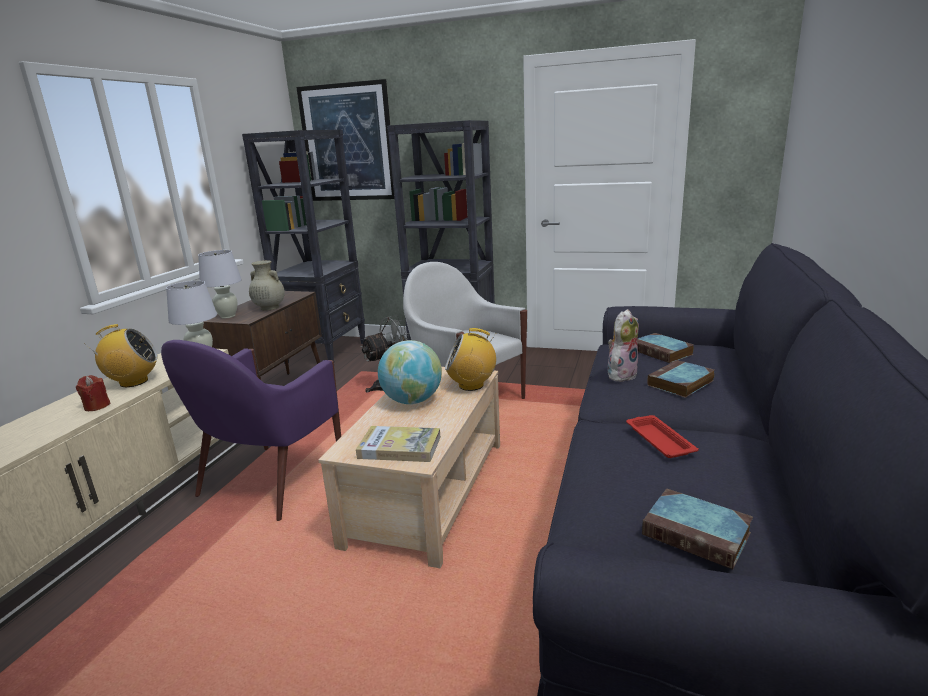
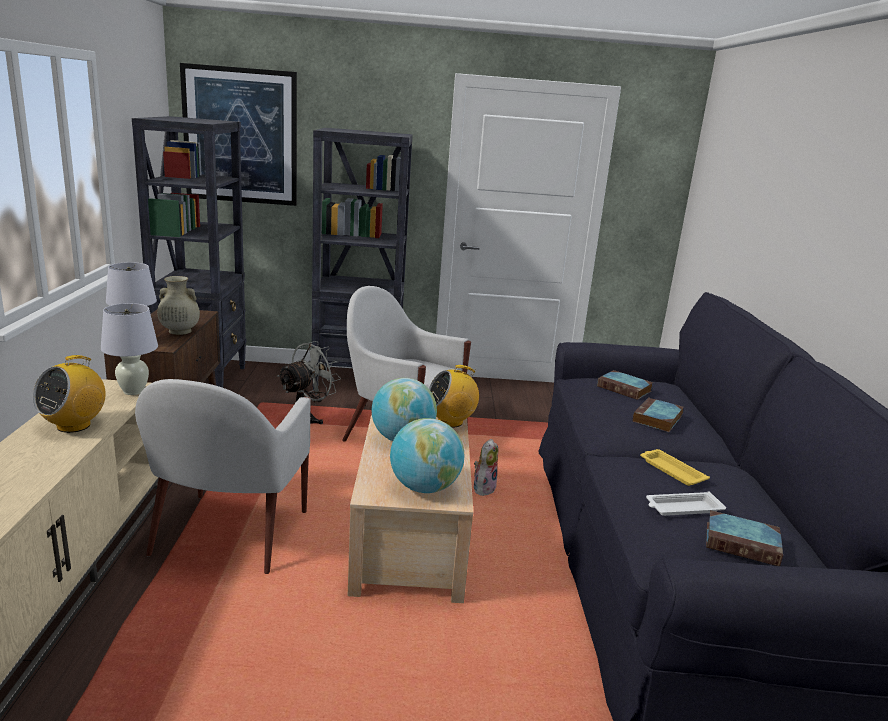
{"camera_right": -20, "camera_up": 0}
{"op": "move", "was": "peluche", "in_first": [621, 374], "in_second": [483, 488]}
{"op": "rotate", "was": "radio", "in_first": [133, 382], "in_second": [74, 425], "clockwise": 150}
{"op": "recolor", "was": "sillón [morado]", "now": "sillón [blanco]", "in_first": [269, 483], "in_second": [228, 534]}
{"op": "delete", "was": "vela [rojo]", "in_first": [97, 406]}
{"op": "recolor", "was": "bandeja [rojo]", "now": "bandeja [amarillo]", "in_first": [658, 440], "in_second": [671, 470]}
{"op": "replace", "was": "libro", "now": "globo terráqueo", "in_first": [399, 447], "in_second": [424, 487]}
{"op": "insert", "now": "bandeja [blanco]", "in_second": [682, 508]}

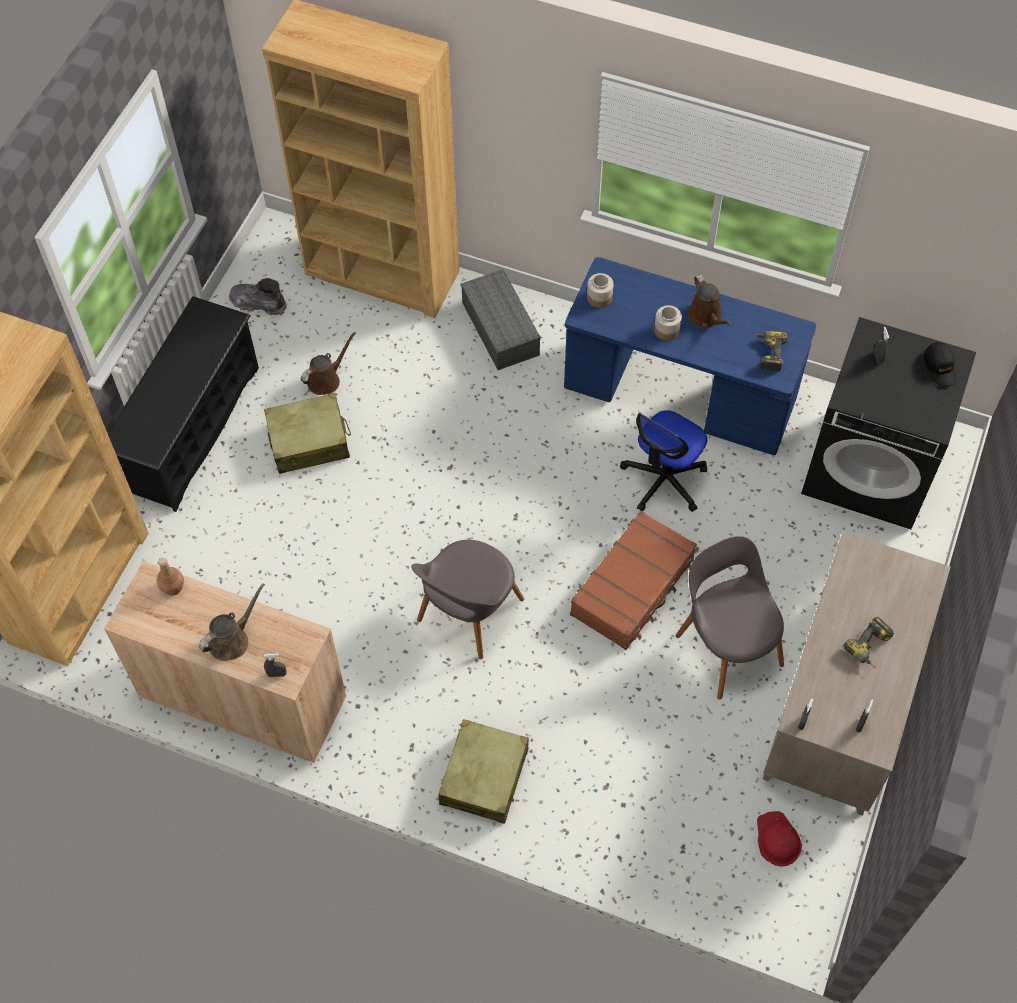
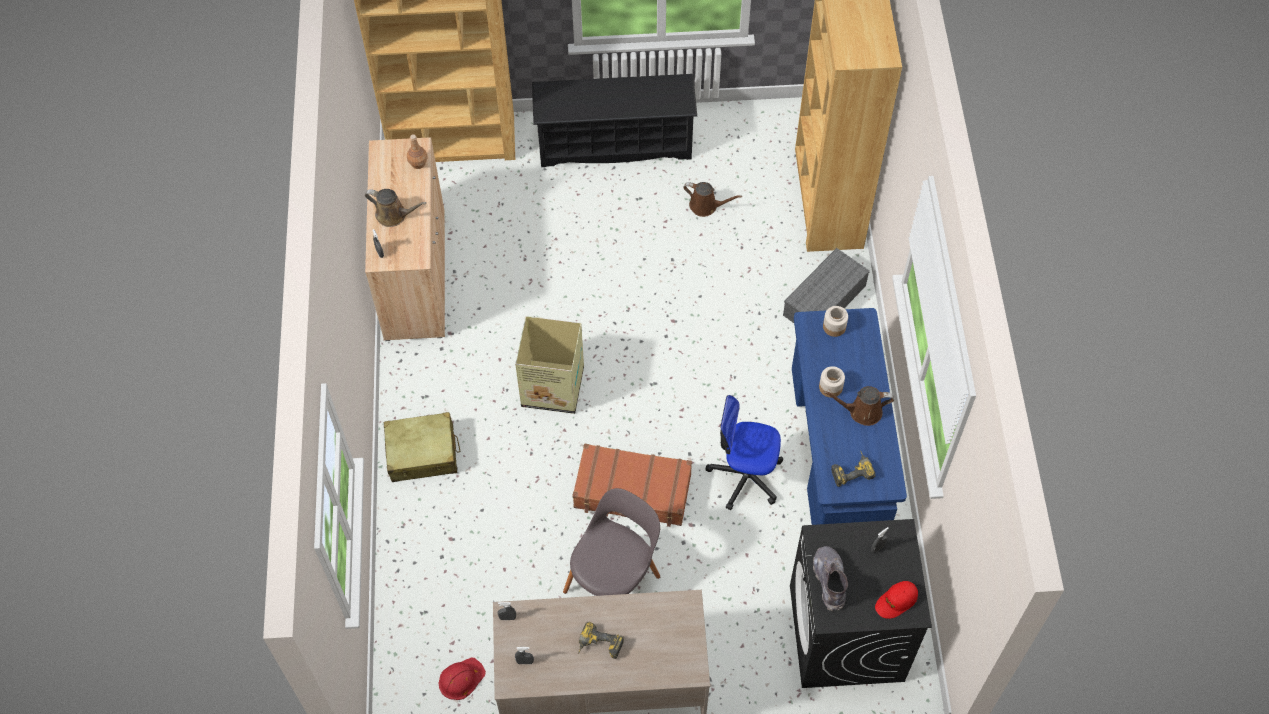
{"camera_right": 65, "camera_up": 0}
{"op": "rotate", "was": "regadera [marrón]", "in_first": [706, 317], "in_second": [861, 411], "clockwise": 45}
{"op": "move", "was": "bota [gris]", "in_first": [258, 304], "in_second": [829, 580]}
{"op": "recolor", "was": "gorra [negro]", "now": "gorra [rojo]", "in_first": [939, 367], "in_second": [896, 601]}
{"op": "delete", "was": "maleta [beis]", "in_first": [309, 441]}
{"op": "replace", "was": "silla [gris]", "now": "caja de cartón", "in_first": [467, 613], "in_second": [551, 386]}

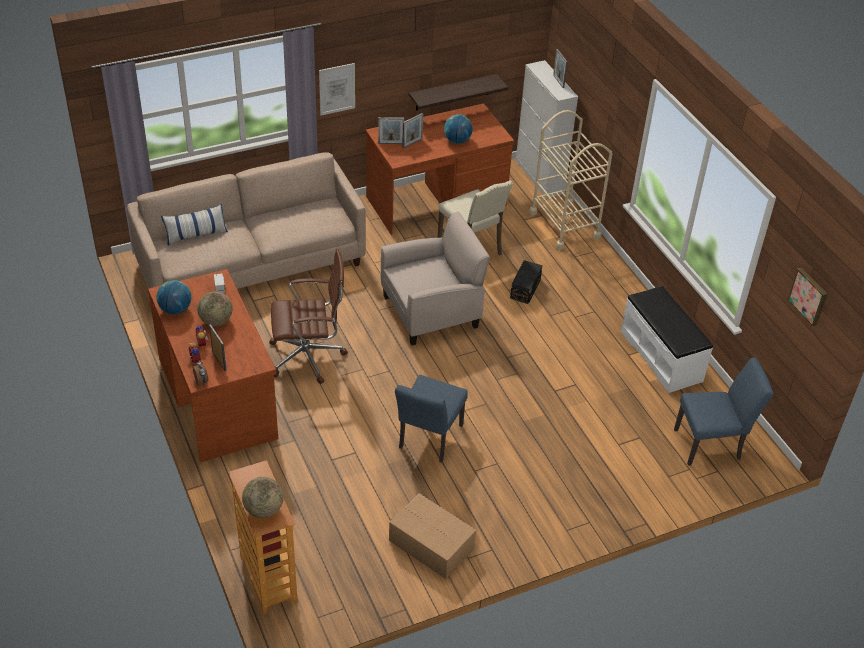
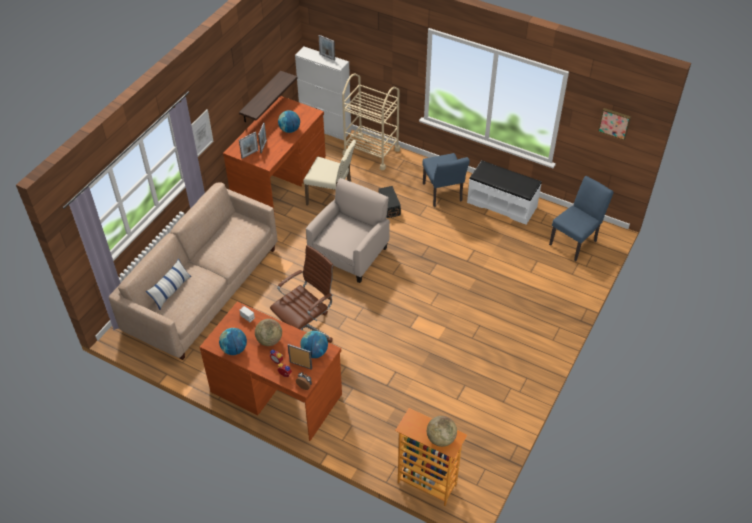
{"camera_right": -35, "camera_up": 5}
{"op": "move", "was": "silla [azul]", "in_first": [428, 440], "in_second": [443, 194]}
{"op": "delete", "was": "caja de cartón", "in_first": [432, 545]}
{"op": "insert", "now": "globo terráqueo", "in_second": [315, 352]}

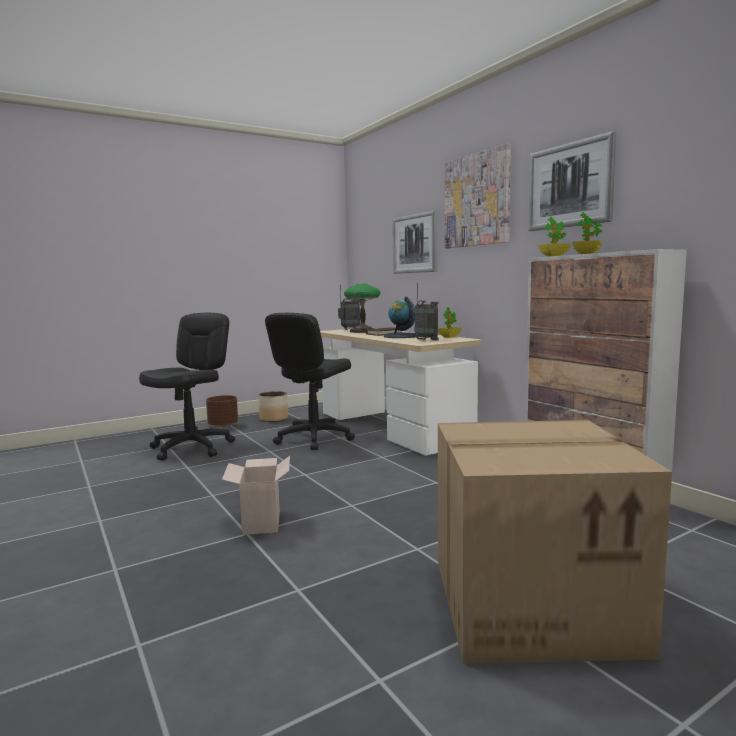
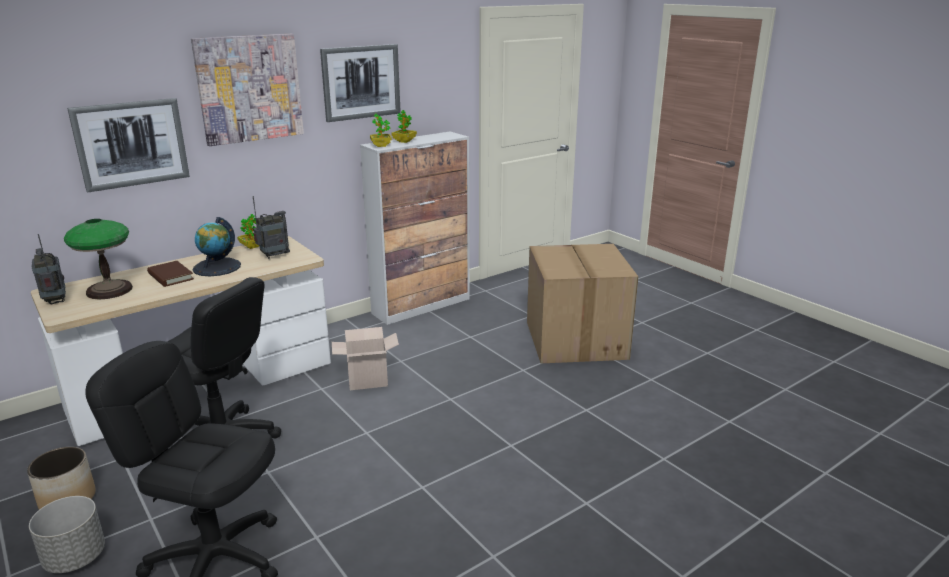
{"camera_right": -95, "camera_up": 15}
{"op": "recolor", "was": "maceta [marrón]", "now": "maceta [gris]", "in_first": [223, 426], "in_second": [75, 558]}
{"op": "move", "was": "caja de cartón", "in_first": [260, 522], "in_second": [366, 382]}

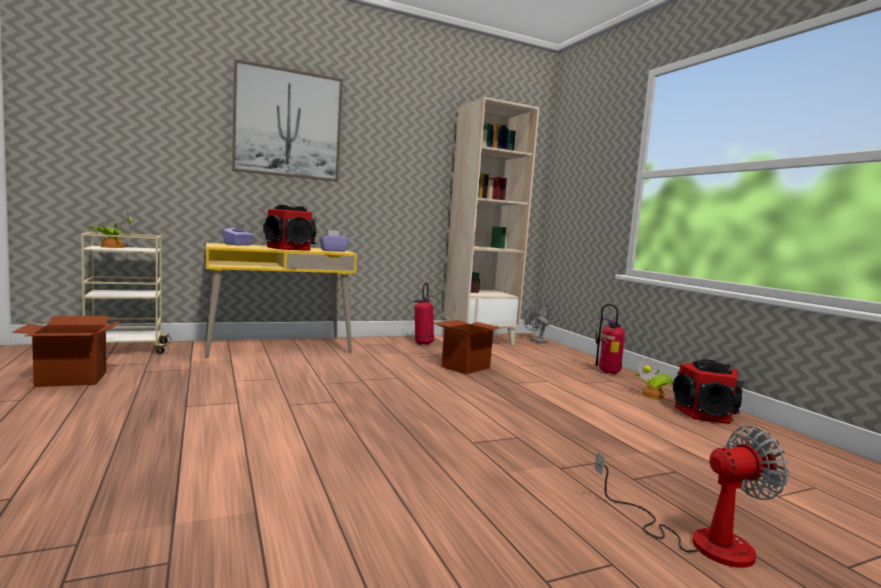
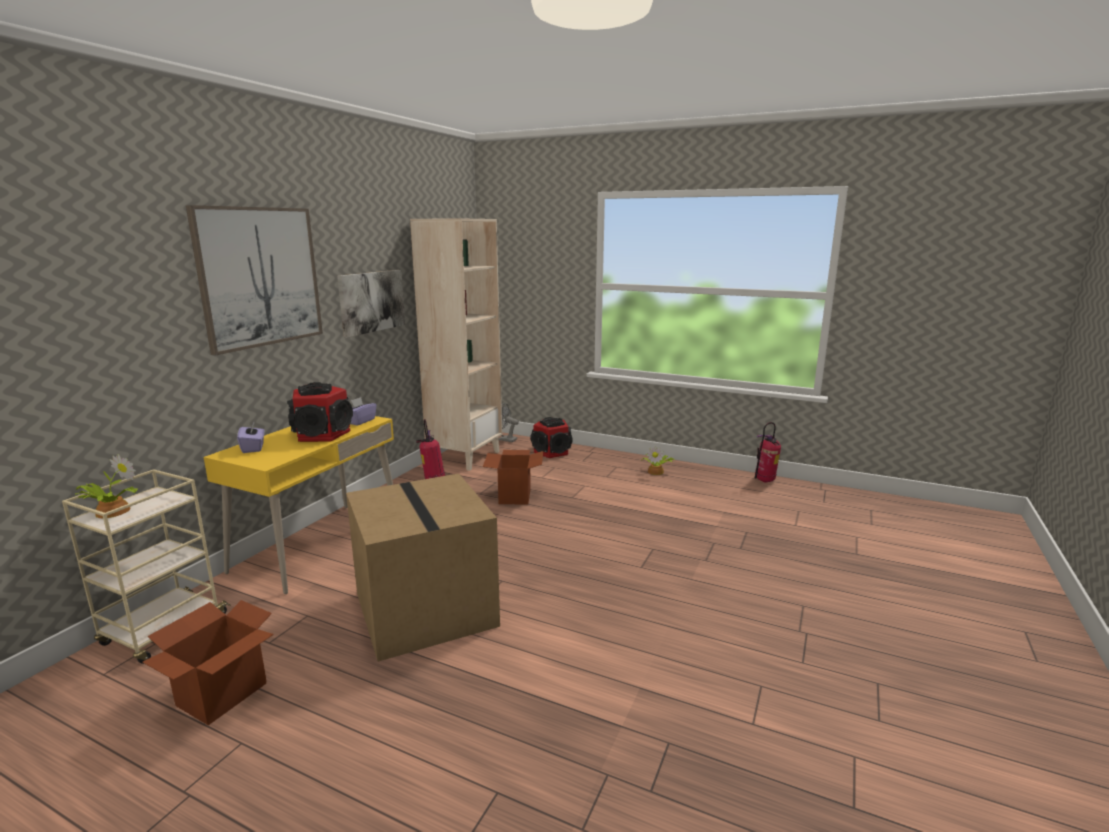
{"camera_right": -40, "camera_up": 10}
{"op": "move", "was": "extintor", "in_first": [607, 372], "in_second": [764, 481]}
{"op": "move", "was": "altavoz", "in_first": [705, 413], "in_second": [552, 452]}
{"op": "delete", "was": "ventilador", "in_first": [698, 540]}
{"op": "insert", "now": "cuadro", "in_second": [371, 301]}
{"op": "insert", "now": "caja de cartón", "in_second": [423, 609]}

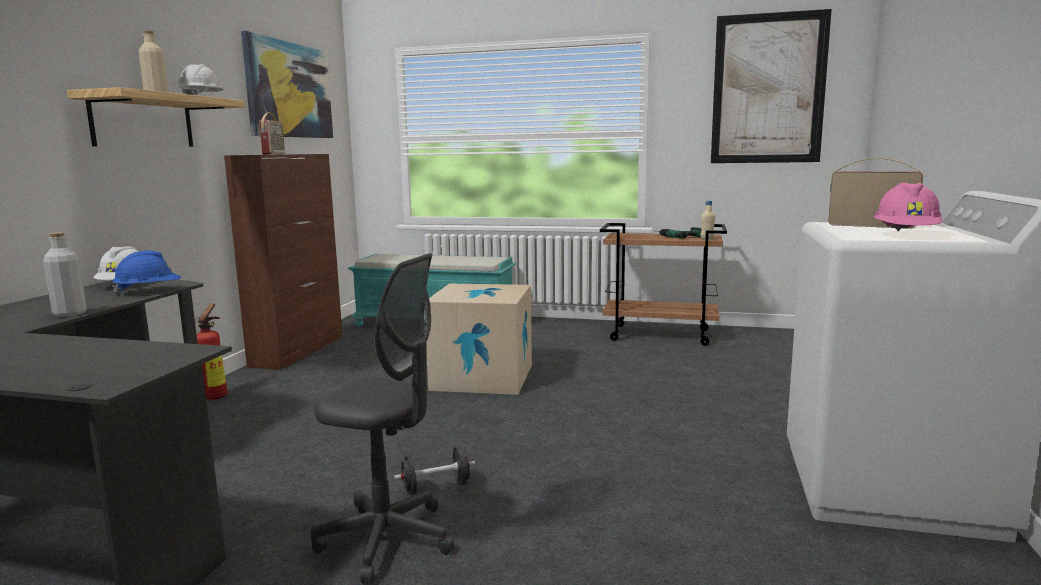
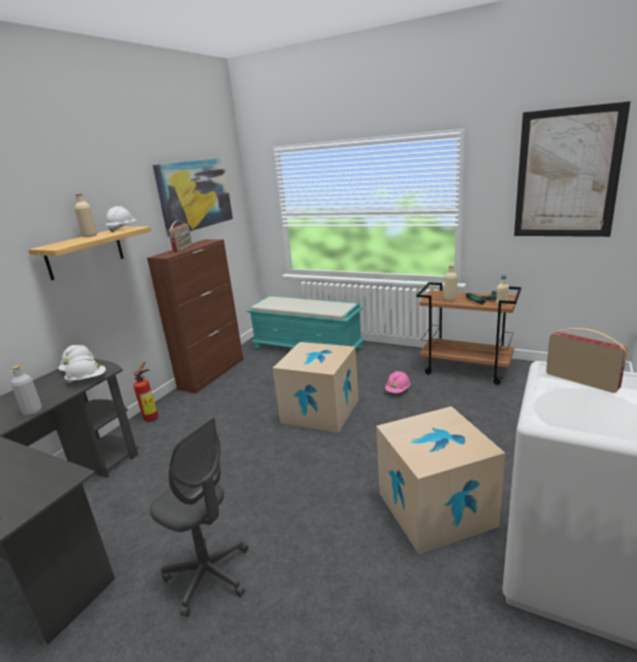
{"camera_right": 15, "camera_up": 10}
{"op": "move", "was": "casco [rosa]", "in_first": [906, 235], "in_second": [398, 390]}
{"op": "recolor", "was": "casco [azul]", "now": "casco [blanco]", "in_first": [149, 291], "in_second": [87, 380]}
{"op": "delete", "was": "mancuerna [negro]", "in_first": [436, 487]}
{"op": "insert", "now": "botella [beis]", "in_second": [450, 299]}
{"op": "insert", "now": "caja de cartón", "in_second": [435, 509]}

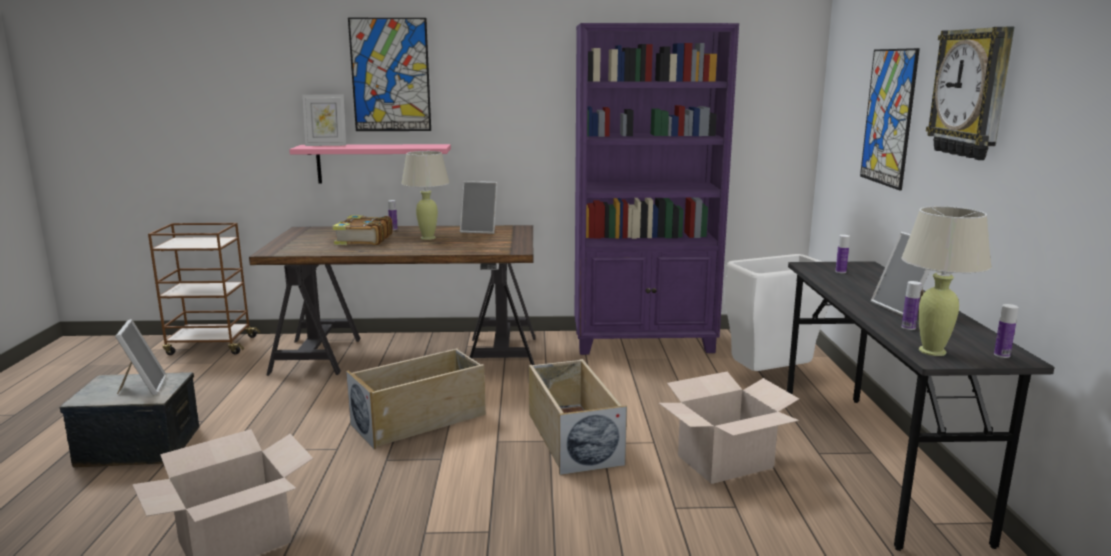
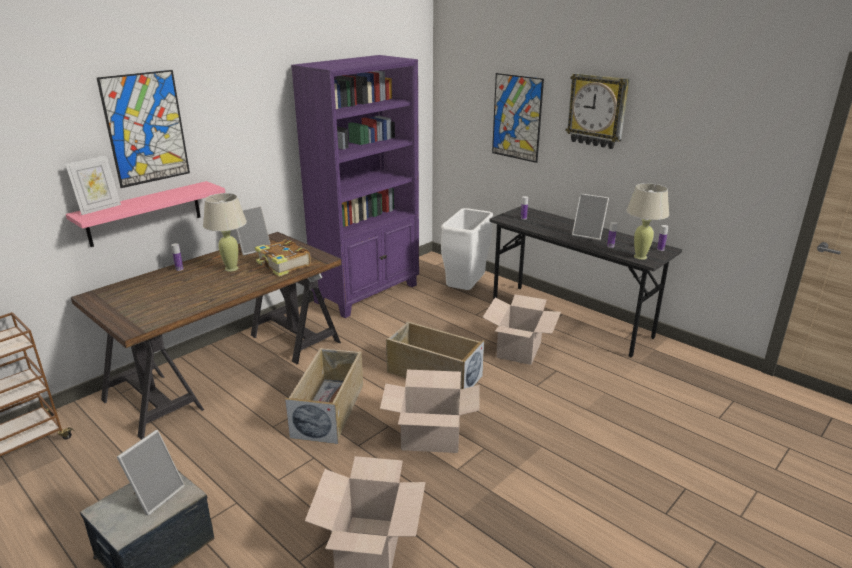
{"camera_right": -45, "camera_up": 10}
{"op": "move", "was": "libro", "in_first": [363, 240], "in_second": [283, 265]}
{"op": "rotate", "was": "portarretratos", "in_first": [143, 387], "in_second": [156, 495], "clockwise": 90}
{"op": "insert", "now": "caja de cartón", "in_second": [431, 436]}

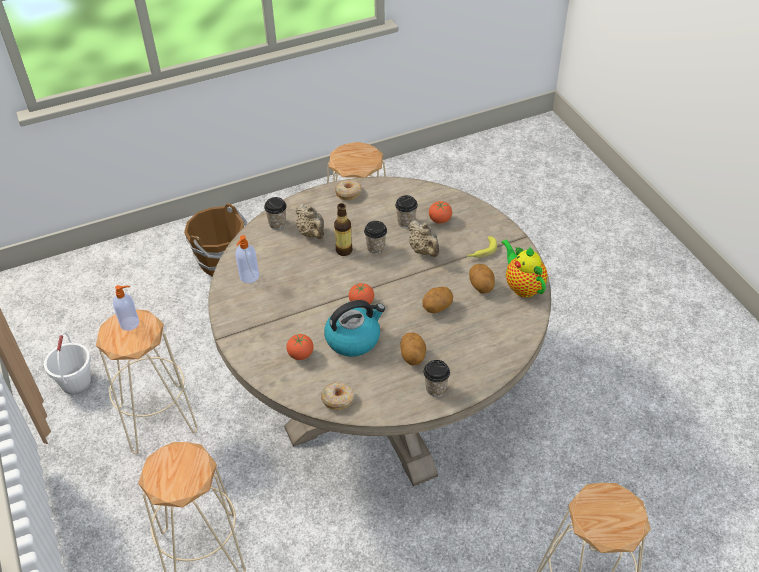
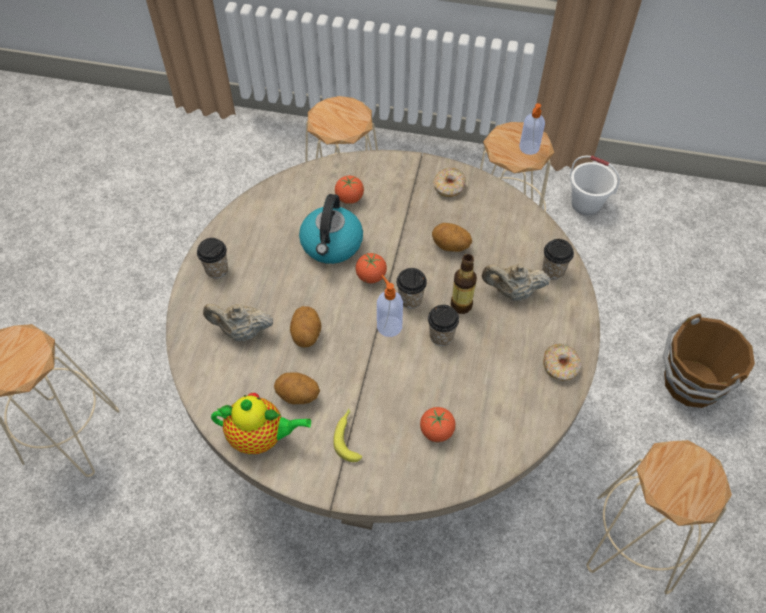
{"camera_right": 125, "camera_up": 10}
{"op": "move", "was": "taza", "in_first": [406, 222], "in_second": [410, 299]}
{"op": "move", "was": "tetera [beis]", "in_first": [424, 251], "in_second": [241, 331]}
{"op": "move", "was": "dispensador de jabón", "in_first": [249, 277], "in_second": [389, 325]}
{"op": "move", "was": "patata", "in_first": [413, 356], "in_second": [450, 246]}
{"op": "move", "was": "rosquilla", "in_first": [338, 399], "in_second": [449, 187]}

